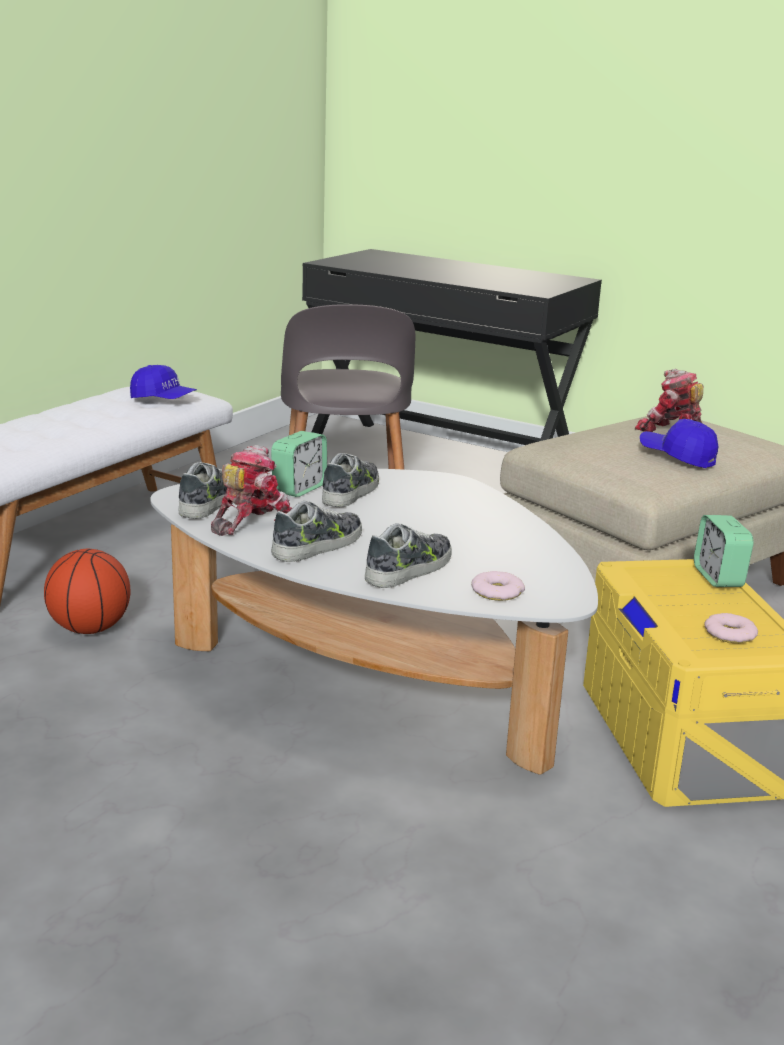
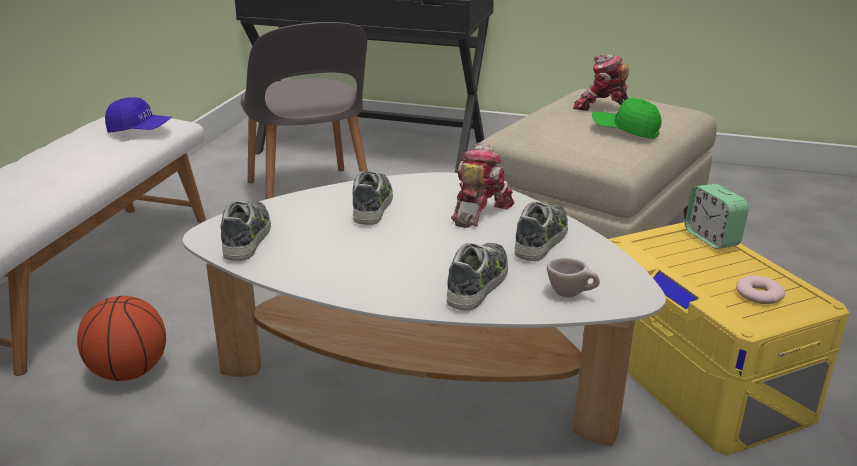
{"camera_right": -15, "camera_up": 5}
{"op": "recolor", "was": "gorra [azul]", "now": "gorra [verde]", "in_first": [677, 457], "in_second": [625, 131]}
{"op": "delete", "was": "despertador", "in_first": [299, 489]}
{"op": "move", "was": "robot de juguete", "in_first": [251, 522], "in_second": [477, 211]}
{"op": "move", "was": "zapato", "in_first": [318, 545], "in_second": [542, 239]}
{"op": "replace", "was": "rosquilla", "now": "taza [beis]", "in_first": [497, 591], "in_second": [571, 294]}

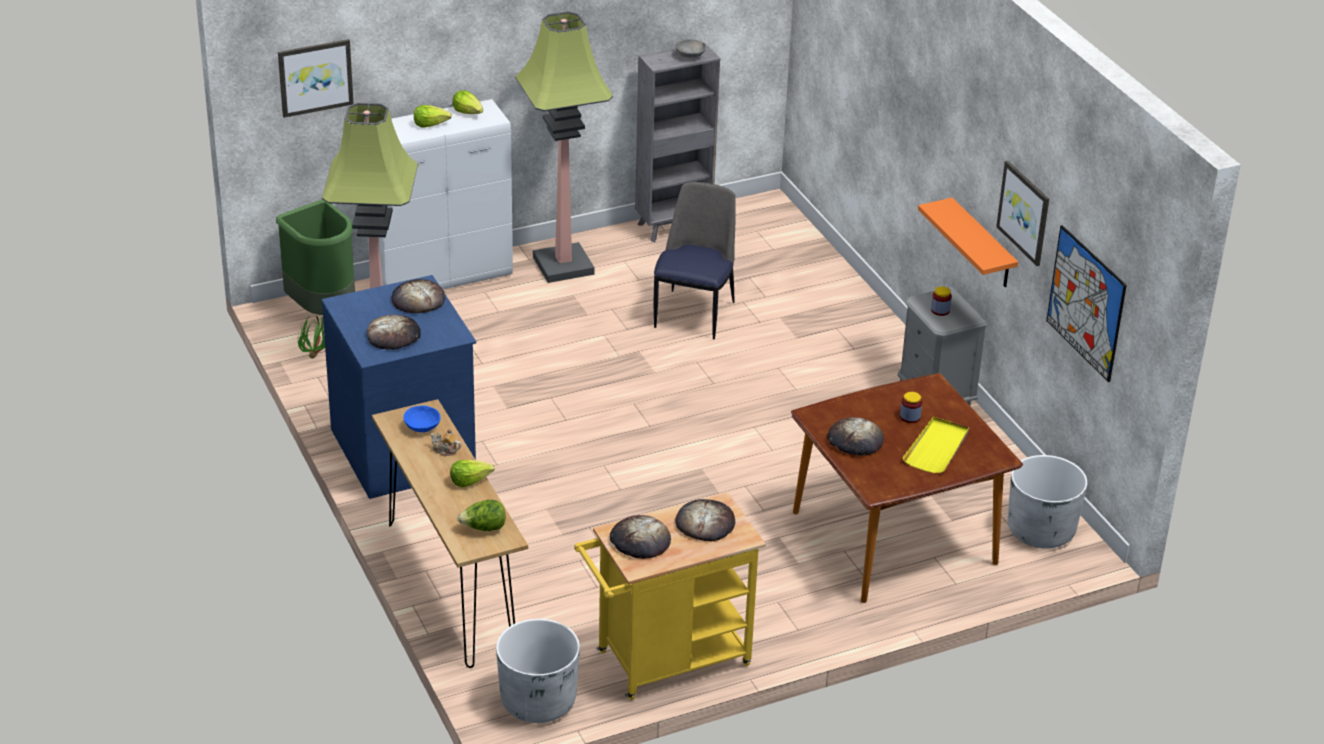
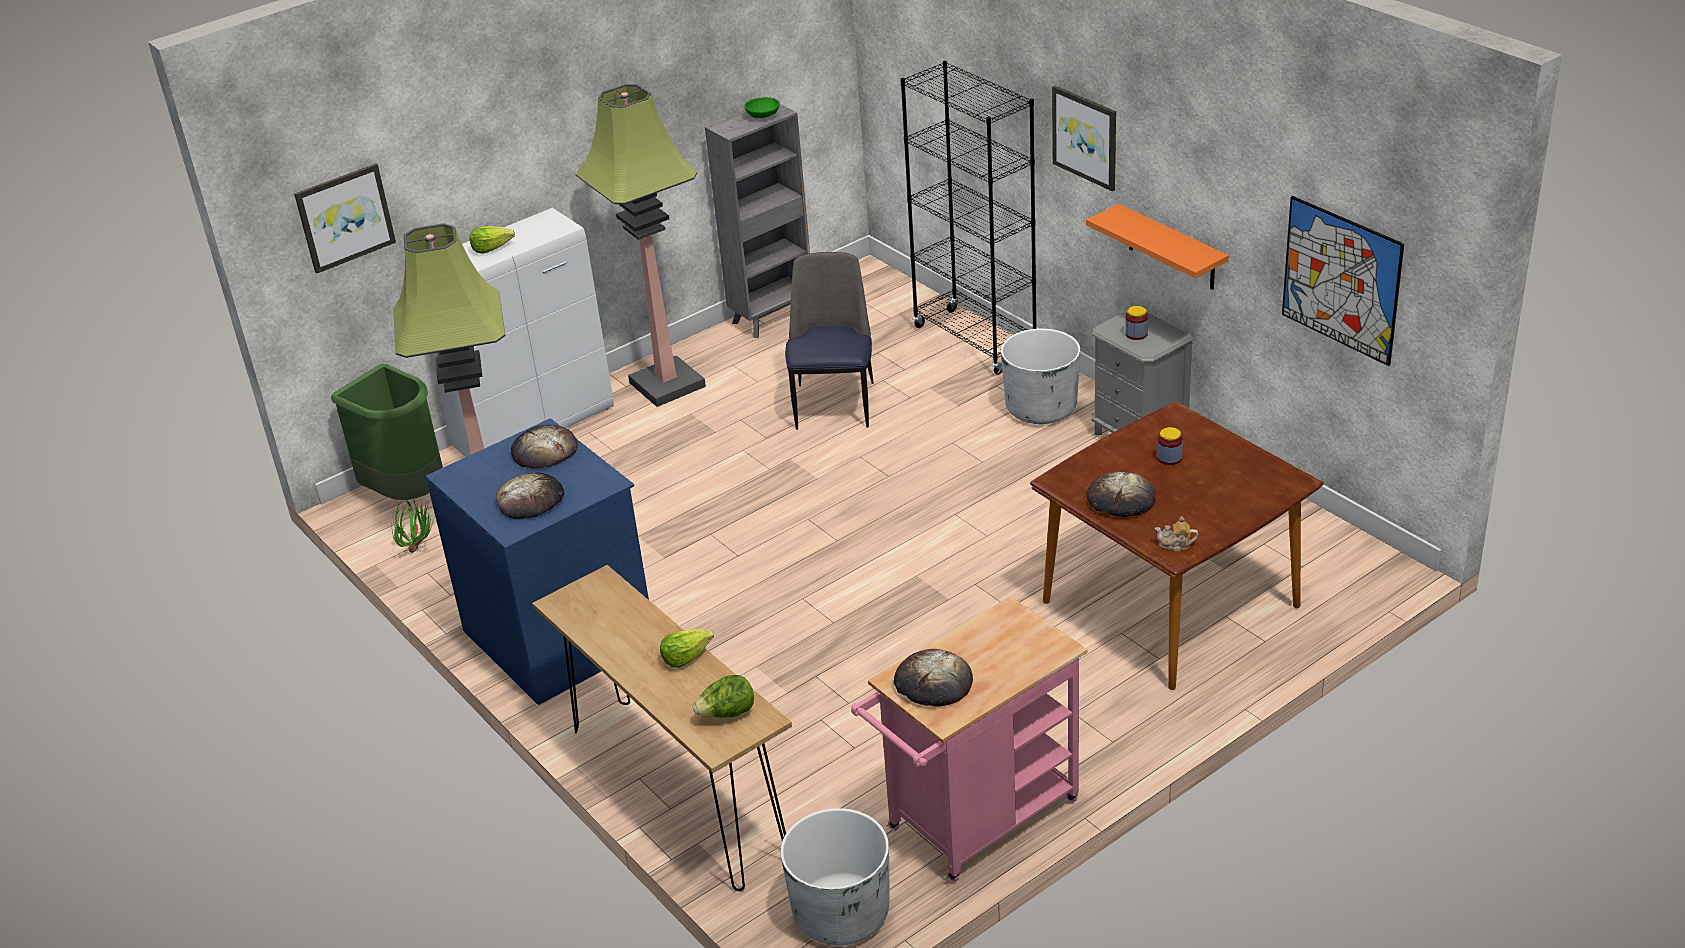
{"camera_right": -10, "camera_up": 0}
{"op": "recolor", "was": "cuenco [gris]", "now": "cuenco [verde]", "in_first": [690, 56], "in_second": [763, 116]}
{"op": "delete", "was": "lechuga", "in_first": [468, 112]}
{"op": "move", "was": "cuadro", "in_first": [1024, 212], "in_second": [1085, 137]}
{"op": "delete", "was": "cuenco [azul]", "in_first": [421, 427]}
{"op": "delete", "was": "bandeja [amarillo]", "in_first": [936, 448]}
{"op": "move", "was": "tetera", "in_first": [445, 450], "in_second": [1175, 545]}
{"op": "move", "was": "maceta [blanco]", "in_first": [1041, 530], "in_second": [1041, 408]}
{"op": "recolor", "was": "carrito [amarillo]", "now": "carrito [rosa]", "in_first": [665, 662], "in_second": [974, 822]}
{"op": "delete", "was": "pan", "in_first": [705, 523]}
{"op": "insert", "now": "estantería [negro]", "in_second": [975, 342]}

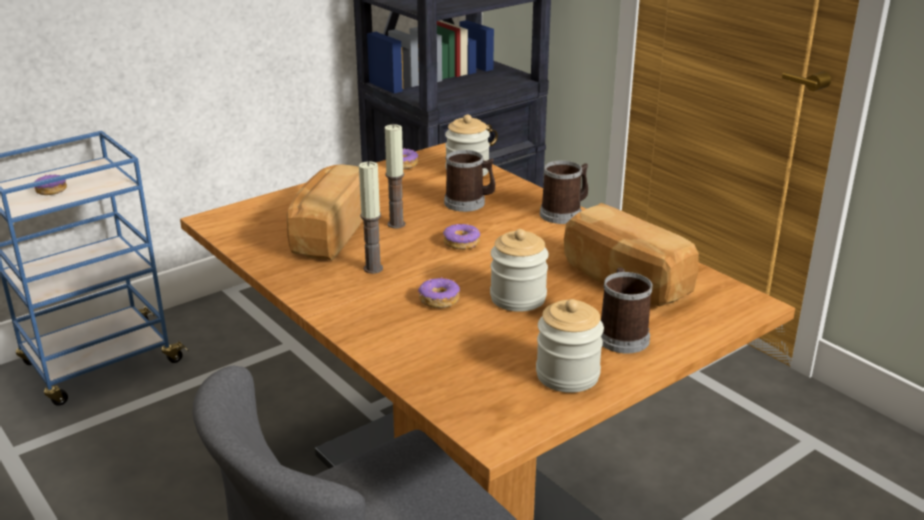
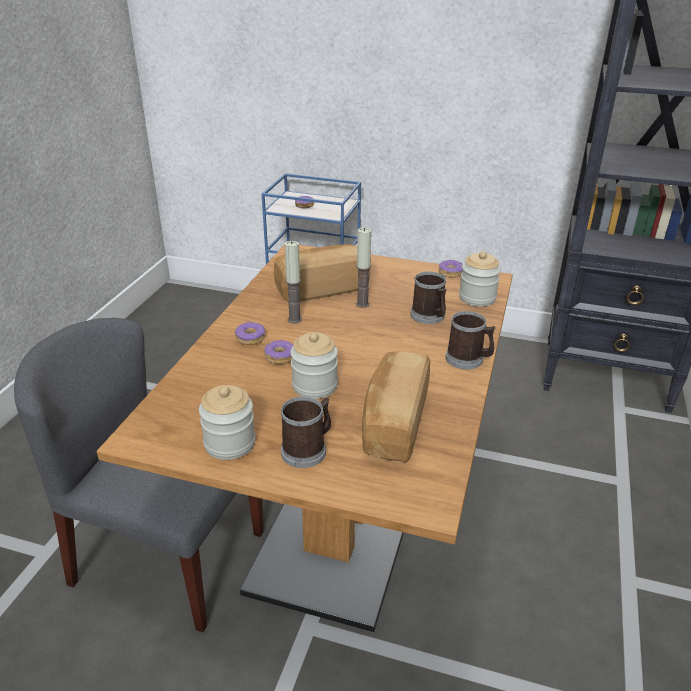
{"camera_right": 55, "camera_up": 5}
{"op": "move", "was": "rosquilla", "in_first": [462, 243], "in_second": [251, 338]}

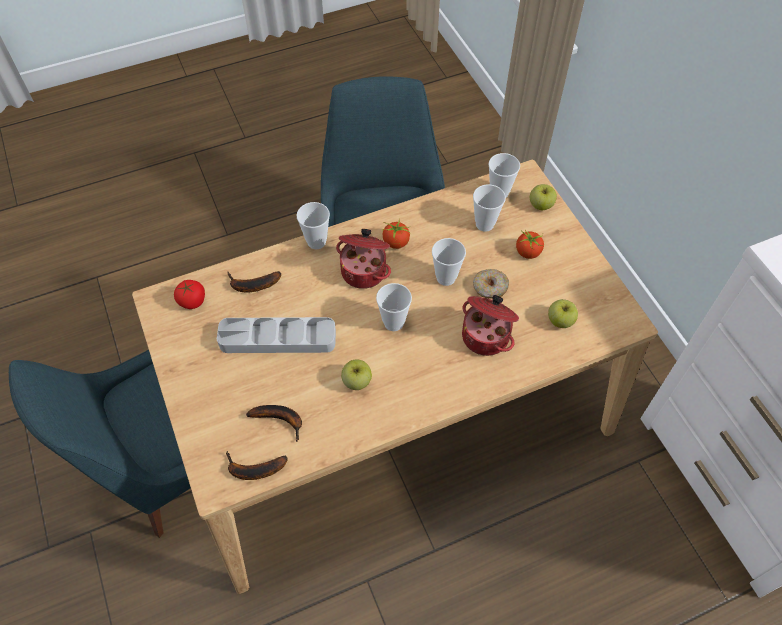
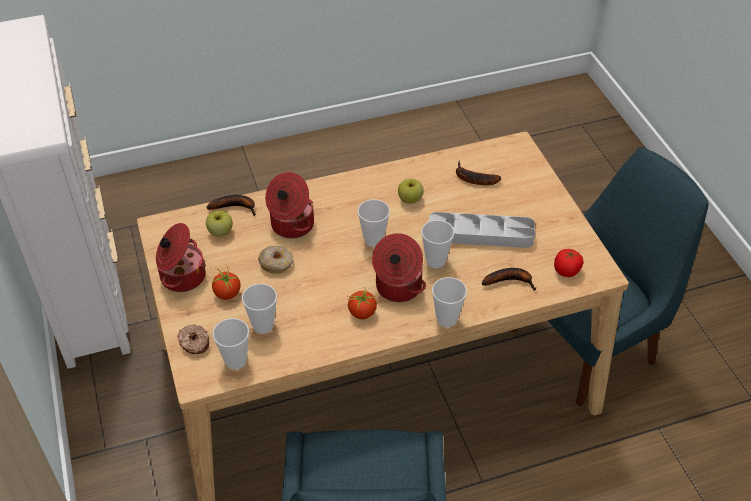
{"camera_right": -175, "camera_up": -10}
{"op": "replace", "was": "manzana", "now": "rosquilla", "in_first": [540, 205], "in_second": [194, 343]}
{"op": "move", "was": "taza", "in_first": [446, 278], "in_second": [435, 261]}
{"op": "move", "was": "plátano", "in_first": [253, 470], "in_second": [236, 207]}
{"op": "insert", "now": "olla", "in_second": [181, 276]}

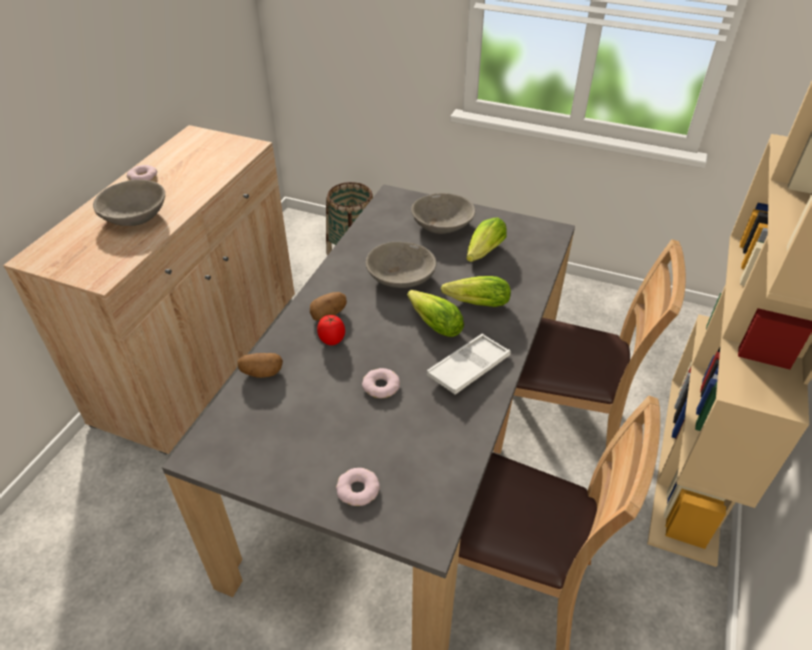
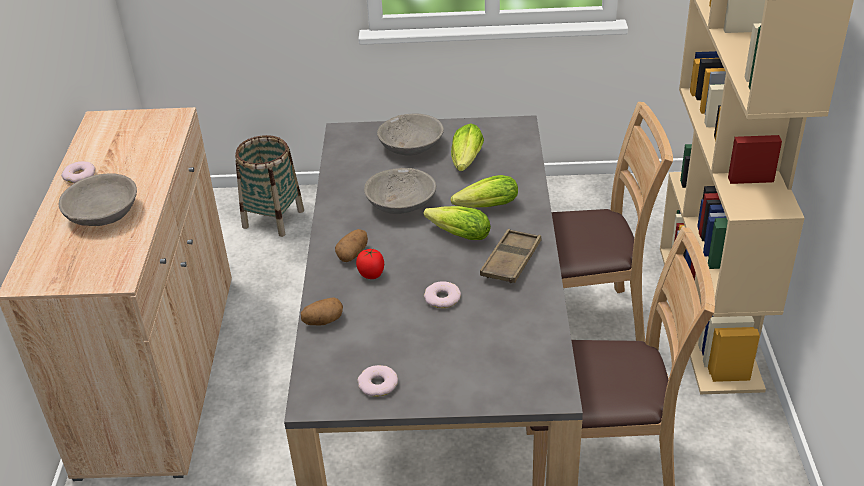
{"camera_right": -20, "camera_up": -5}
{"op": "recolor", "was": "bandeja [blanco]", "now": "bandeja [marrón]", "in_first": [468, 368], "in_second": [511, 261]}
{"op": "move", "was": "rosquilla", "in_first": [358, 490], "in_second": [378, 384]}

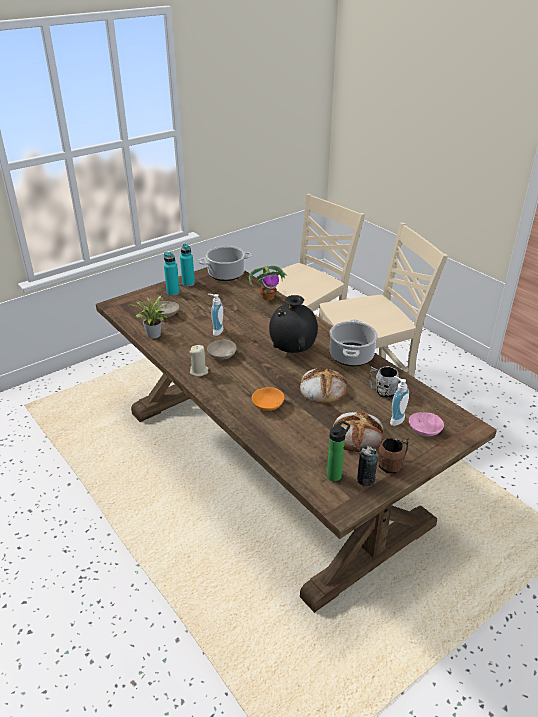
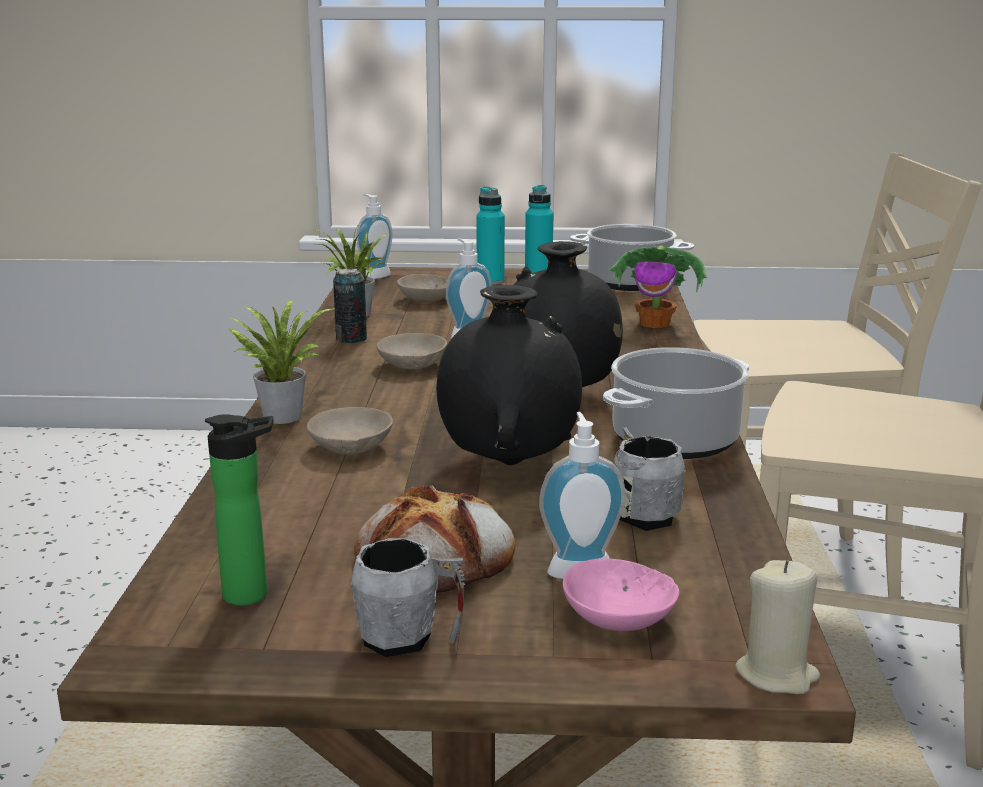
{"camera_right": 40, "camera_up": -15}
{"op": "move", "was": "vela [beis]", "in_first": [199, 371], "in_second": [777, 674]}
{"op": "replace", "was": "pan", "now": "florero [negro]", "in_first": [322, 388], "in_second": [508, 463]}
{"op": "recolor", "was": "cuenco [naranja]", "now": "cuenco [beis]", "in_first": [267, 405], "in_second": [351, 446]}
{"op": "recolor", "was": "taza grande [marrón]", "now": "taza grande [gris]", "in_first": [392, 464], "in_second": [409, 639]}
{"op": "move", "was": "lata", "in_first": [365, 480], "in_second": [351, 339]}
{"op": "insert", "now": "dispensador de jabón", "in_second": [373, 275]}
{"op": "insert", "now": "planta en maceta", "in_second": [280, 415]}

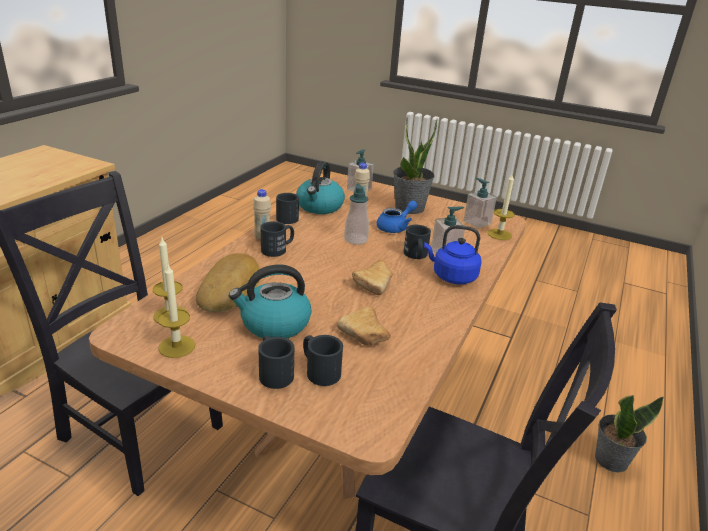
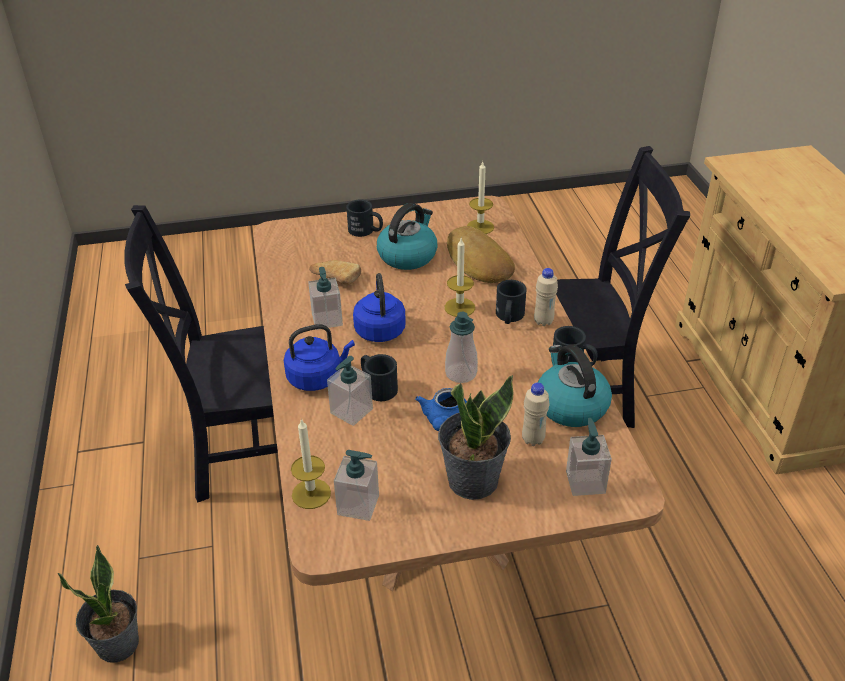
{"camera_right": 145, "camera_up": 10}
{"op": "replace", "was": "pan", "now": "hervidor [azul]", "in_first": [375, 283], "in_second": [380, 329]}
{"op": "move", "was": "vela", "in_first": [177, 346], "in_second": [459, 307]}
{"op": "delete", "was": "taza grande [negro]", "in_first": [319, 370]}
{"op": "insert", "now": "dispensador de jabón", "in_second": [327, 320]}

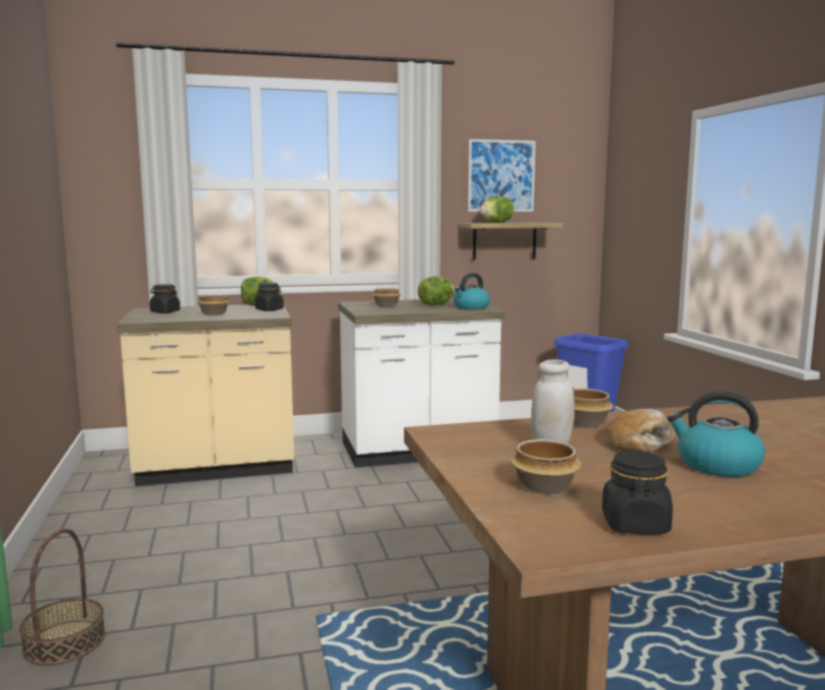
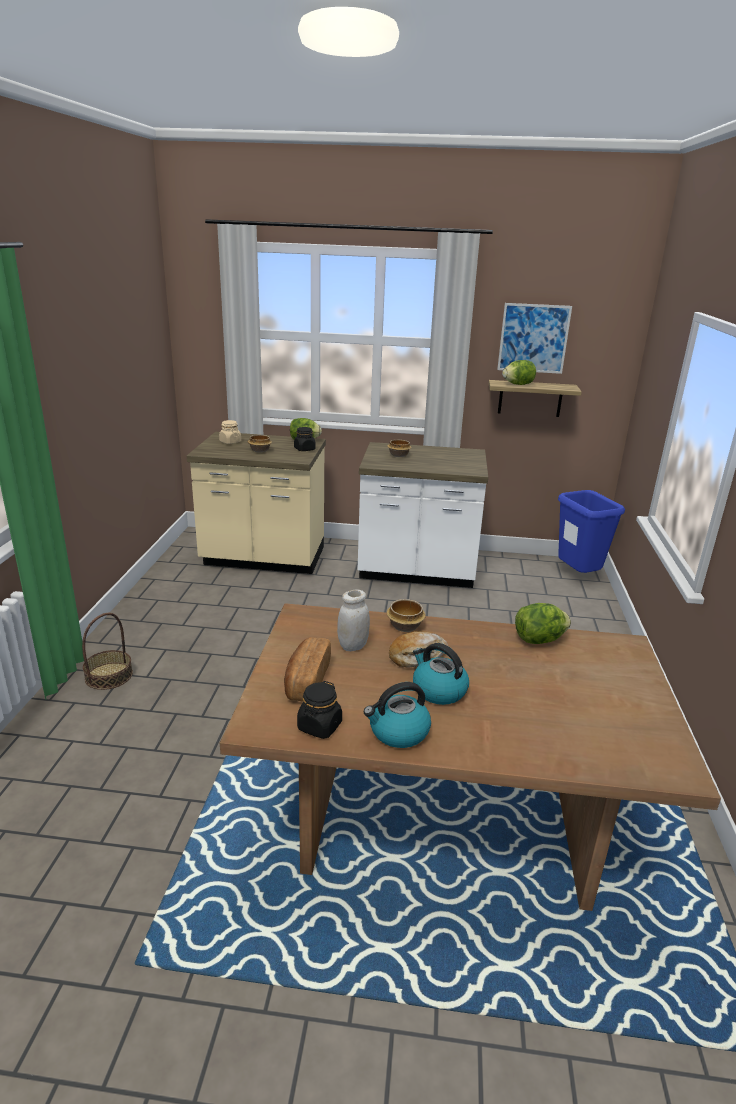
{"camera_right": 20, "camera_up": 15}
{"op": "move", "was": "hervidor", "in_first": [471, 307], "in_second": [398, 732]}
{"op": "move", "was": "lechuga", "in_first": [436, 305], "in_second": [539, 640]}
{"op": "recolor", "was": "tarro [negro]", "now": "tarro [beis]", "in_first": [165, 312], "in_second": [230, 442]}
{"op": "replace", "was": "cuenco", "now": "pan", "in_first": [545, 486], "in_second": [306, 681]}

